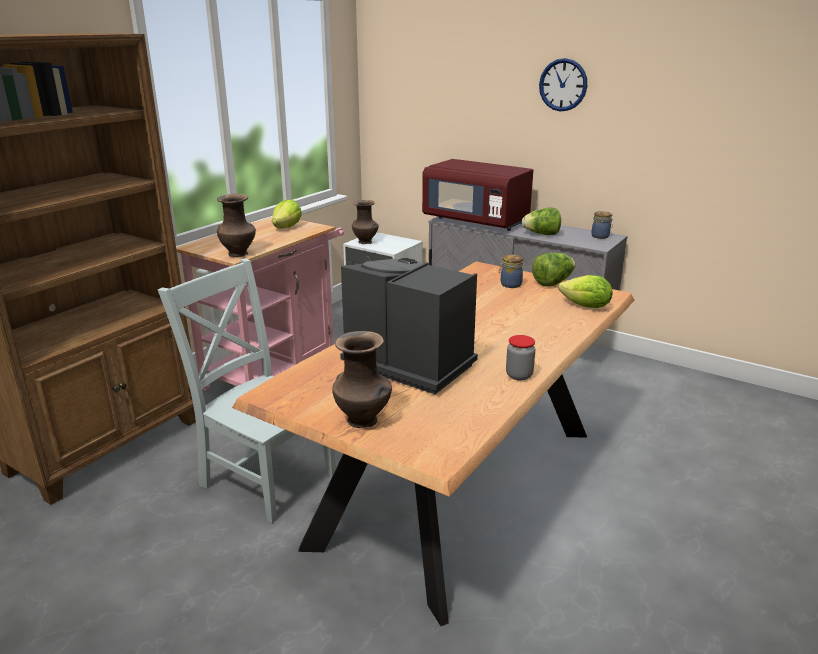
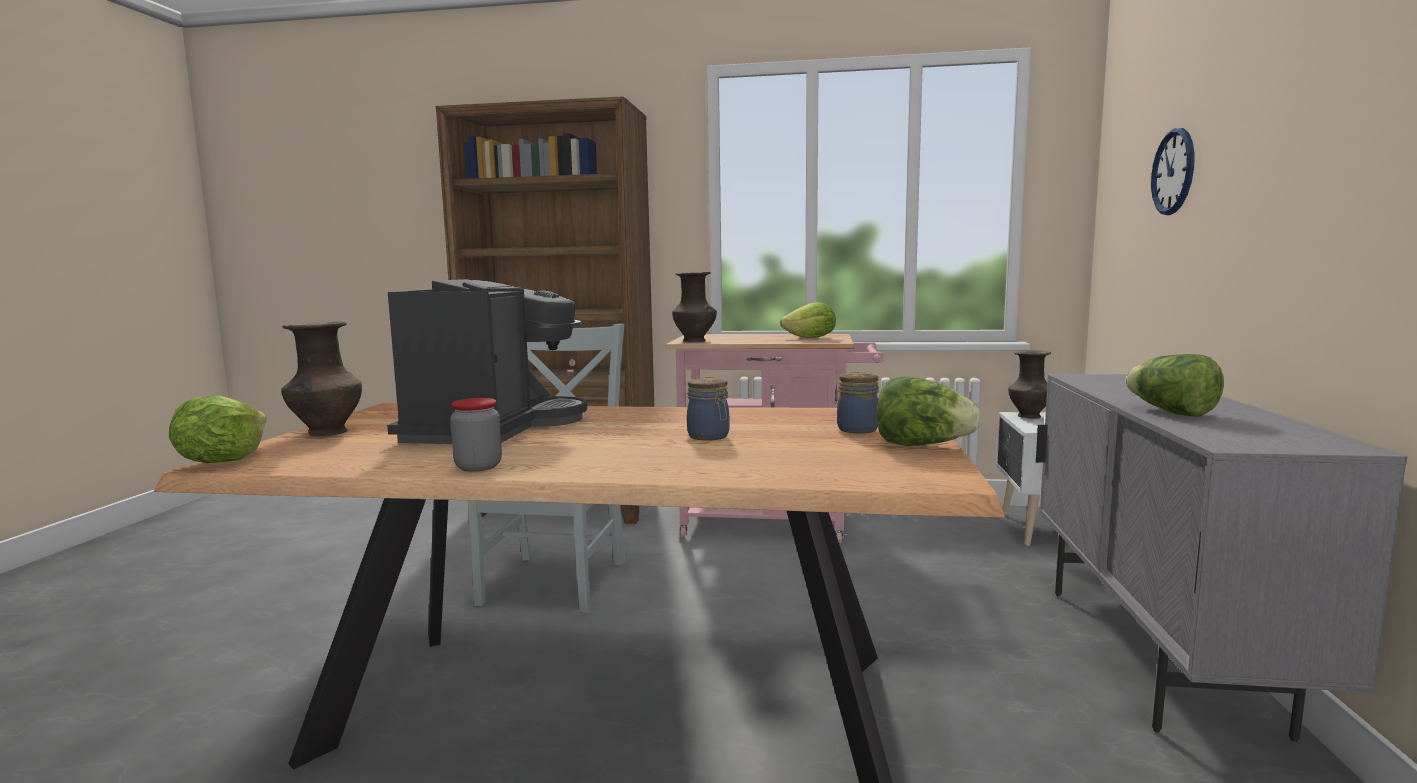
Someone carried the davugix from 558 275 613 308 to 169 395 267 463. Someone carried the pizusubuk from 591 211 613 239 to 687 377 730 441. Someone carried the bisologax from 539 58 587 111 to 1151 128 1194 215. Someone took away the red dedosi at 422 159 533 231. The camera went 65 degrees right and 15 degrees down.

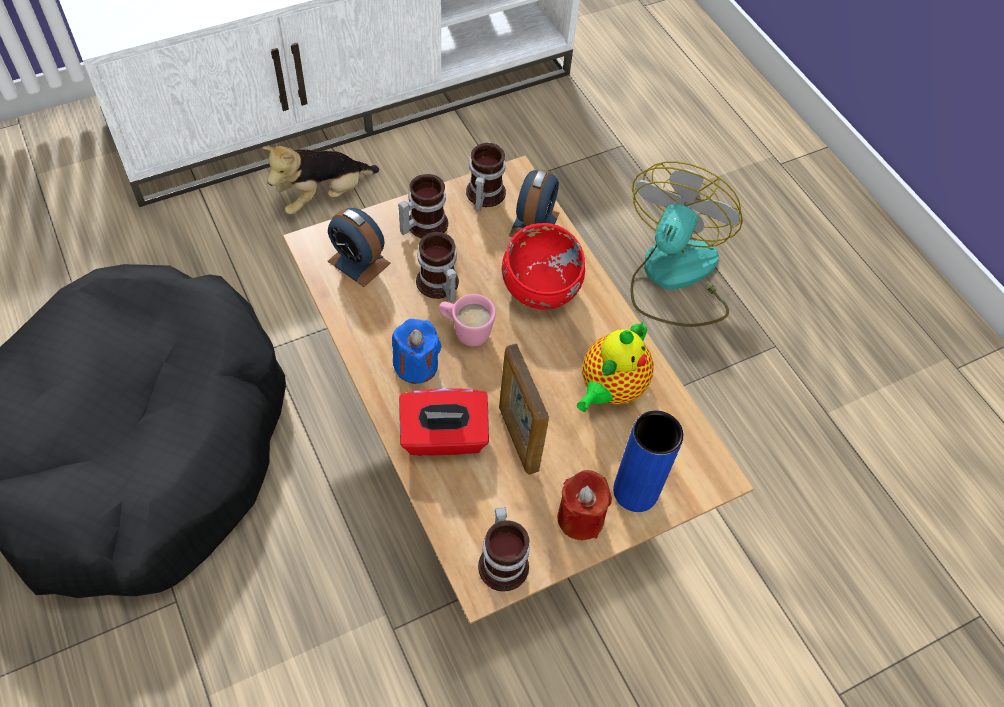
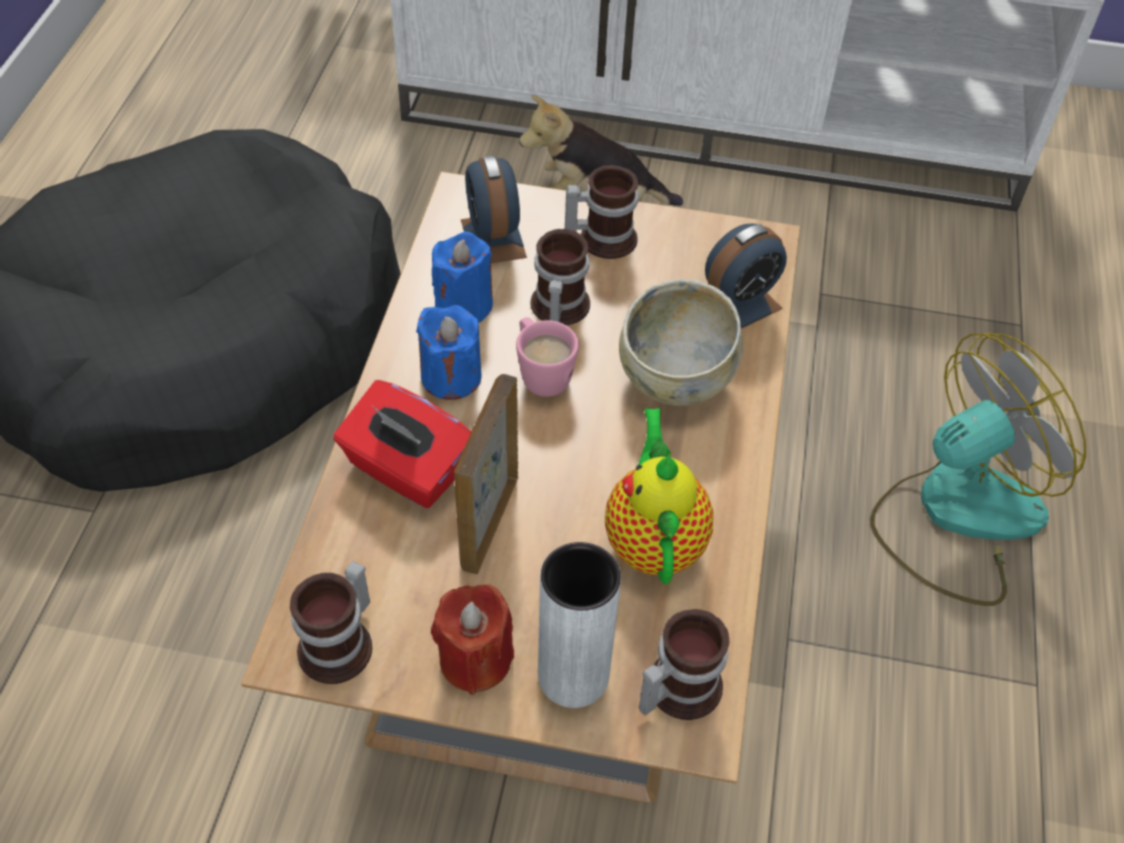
Someone put down the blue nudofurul at 432 232 493 322. Someone repainted the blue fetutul at 613 410 684 512, which became the grey fetutul at 538 542 621 708. Someone rotated the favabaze at 577 321 654 412 by 105 degrees clockwise. Someone repainted the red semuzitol at 502 223 585 310, which became the beige semuzitol at 619 279 743 406. Someone carried the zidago from 466 143 506 211 to 638 609 729 720. The camera went 40 degrees right and 5 degrees down.

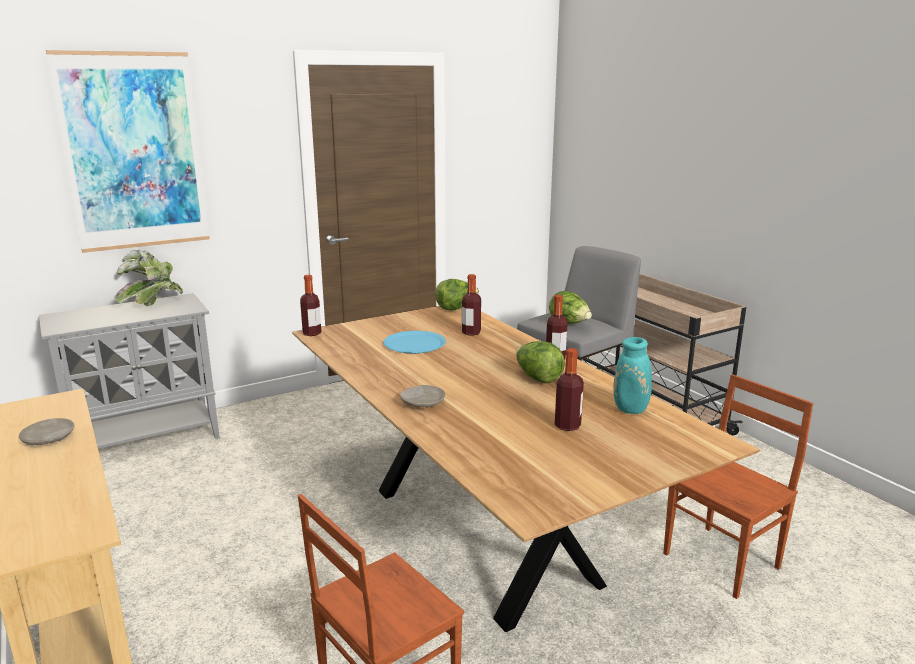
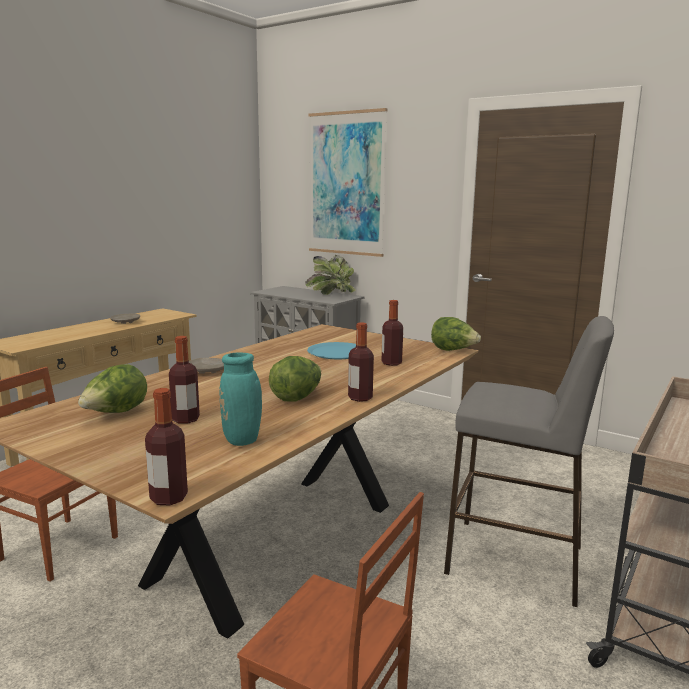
Someone carried the davugix from 549 291 592 324 to 78 364 147 413. Someone carried the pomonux from 300 275 321 336 to 145 388 188 505. The camera went 65 degrees right and 5 degrees down.

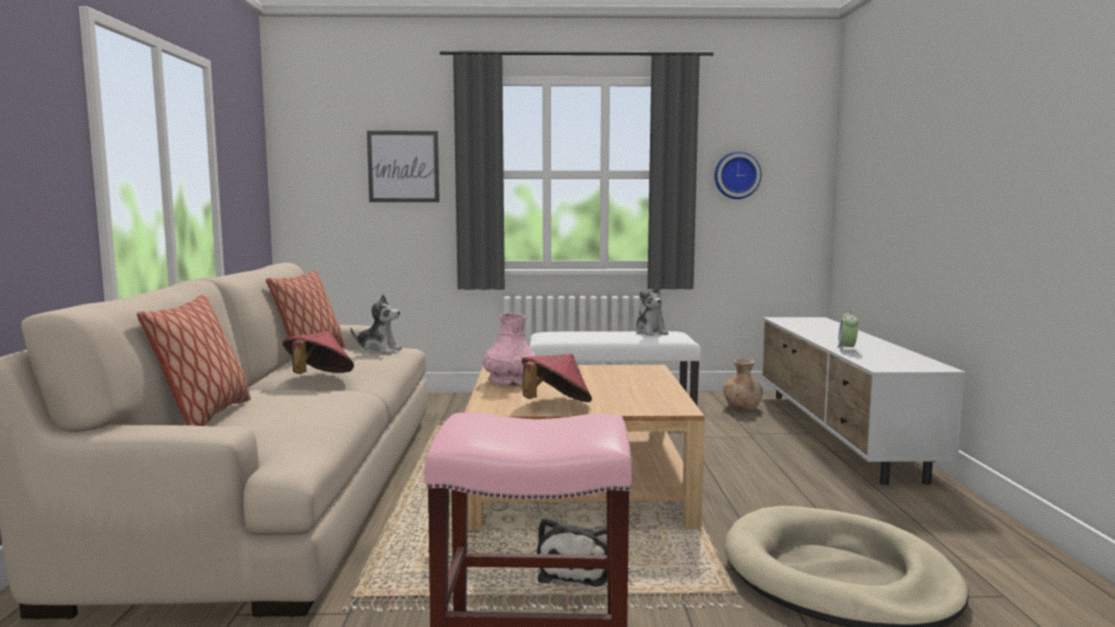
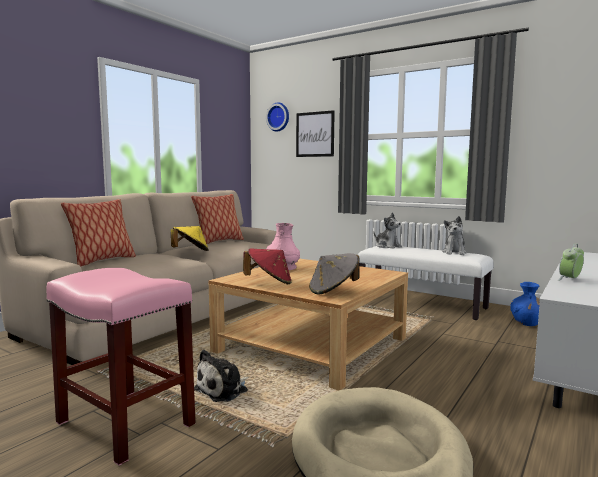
Someone repainted the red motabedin at 282 331 354 374, which became the yellow motabedin at 171 226 209 251. Someone carried the bisologax from 715 151 761 199 to 266 102 289 132. Someone put down the grey motabedin at 309 253 359 294. Someone carried the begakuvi from 351 294 402 354 to 374 212 402 249. Someone repainted the brown fetutul at 723 358 763 411, which became the blue fetutul at 510 282 540 326. The camera went 35 degrees right and 0 degrees up.

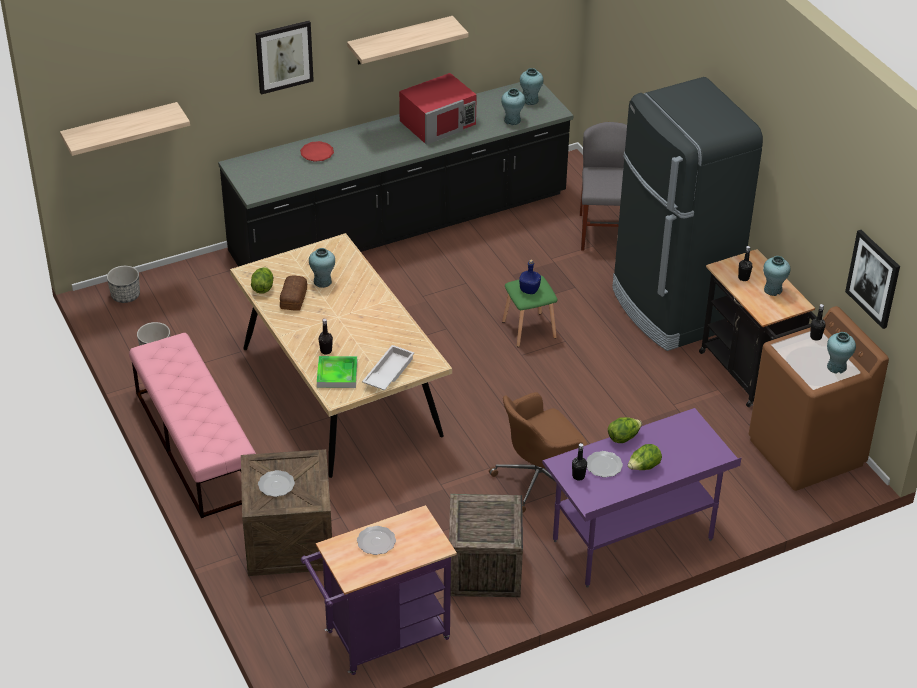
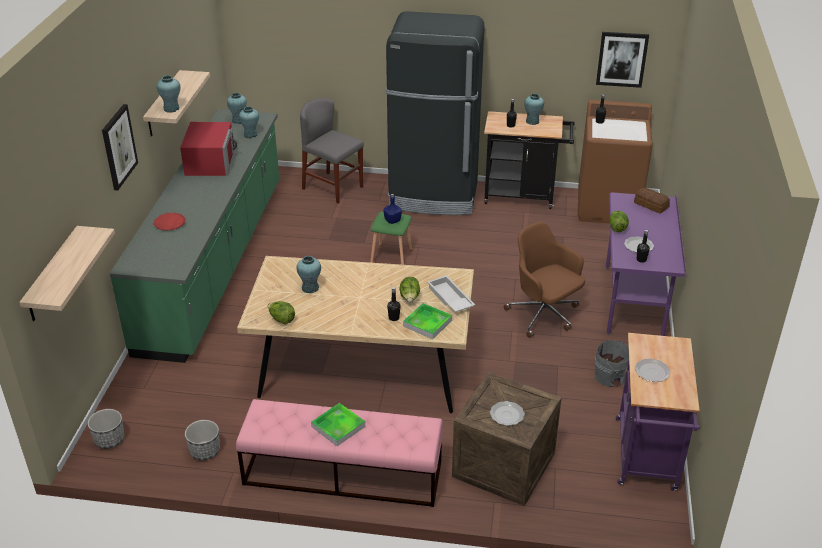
Someone repainted the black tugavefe at 218 82 574 267, which became the green tugavefe at 109 109 279 363. Someone carried the turquoise fetutul from 827 332 856 374 to 157 75 181 113. Someone put down the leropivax at 311 403 365 446. Someone carried the davugix from 628 444 662 470 to 399 277 420 302. Someone rotated the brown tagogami at 489 392 588 513 by 135 degrees clockwise. Someone swapped the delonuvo at 449 494 523 597 for the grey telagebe at 595 340 629 387. Someone carried the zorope from 280 276 307 311 to 634 188 670 214. The camera went 55 degrees left and 5 degrees down.

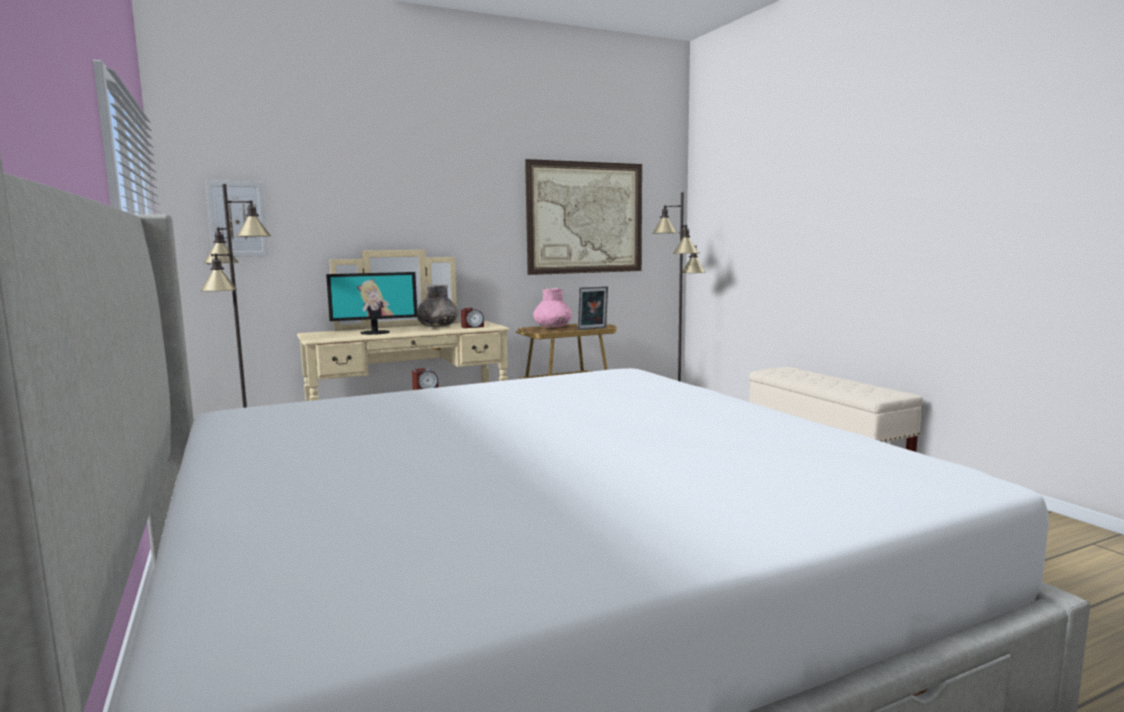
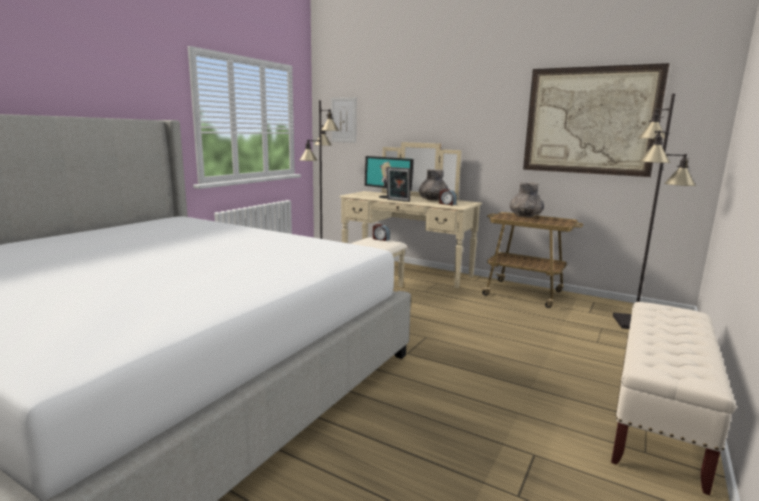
Someone carried the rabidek from 577 286 608 330 to 387 167 410 202. Someone repainted the pink fetutul at 533 288 572 328, which became the grey fetutul at 510 182 544 217. The camera went 55 degrees right and 5 degrees up.

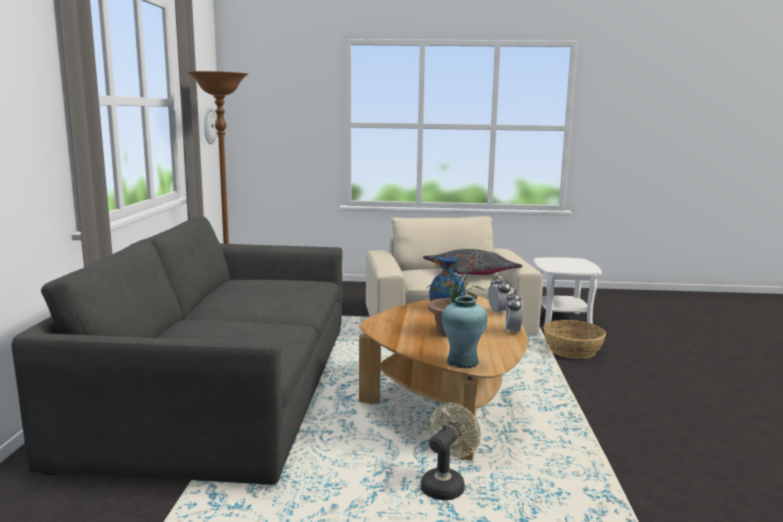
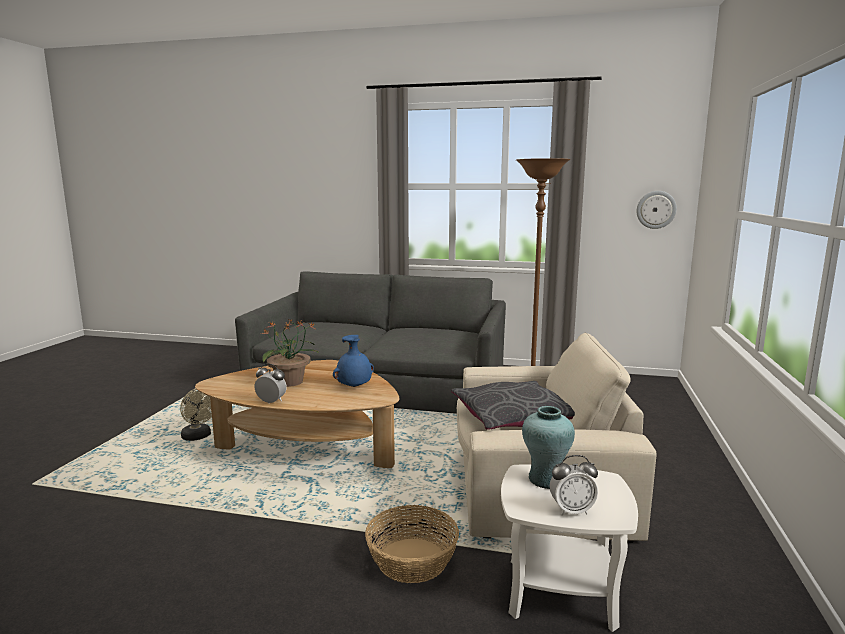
Someone carried the turquoise fetutul from 442 296 488 368 to 522 406 575 489. Someone carried the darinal from 488 274 511 313 to 550 455 598 515. The camera went 100 degrees right and 0 degrees up.

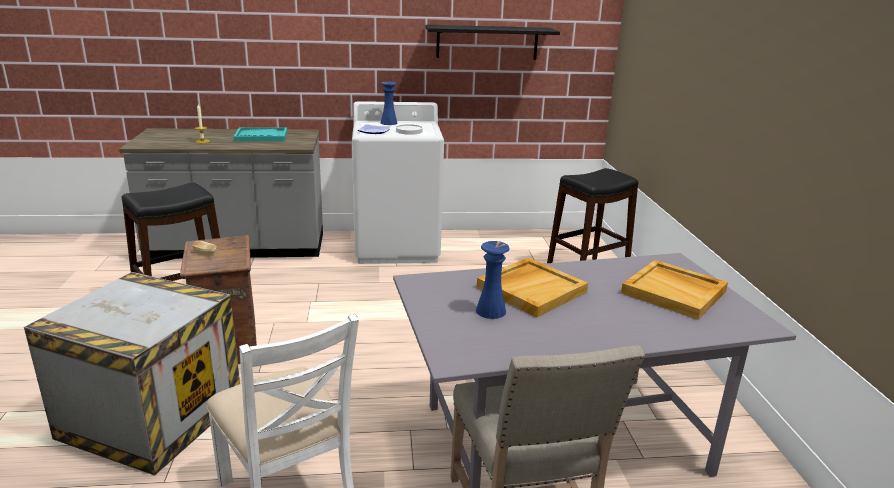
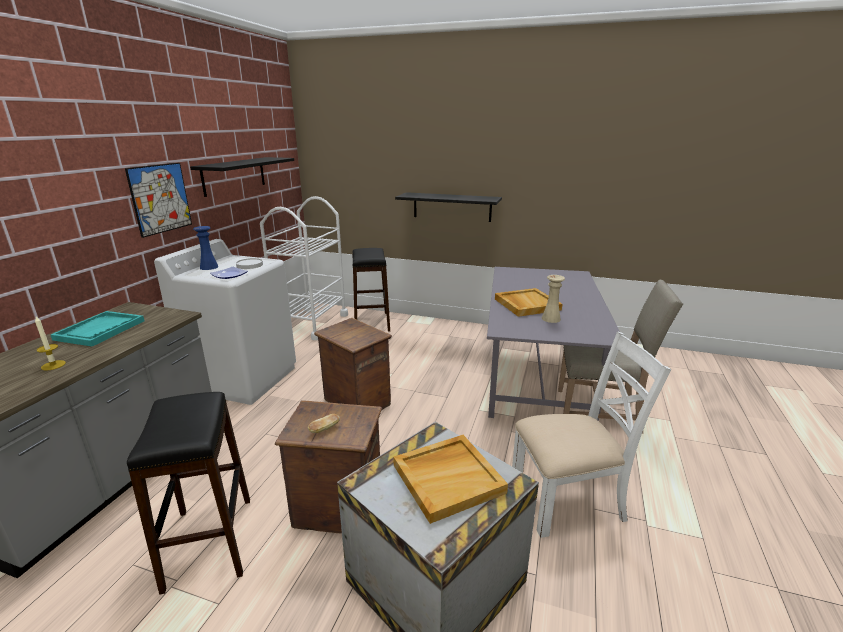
Someone put up the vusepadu at 125 163 192 238. Someone put down the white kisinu at 260 196 348 340. Someone put down the delonuvo at 314 318 392 410. Someone carried the beige leropivax from 621 260 728 320 to 393 435 508 524. Someone put up the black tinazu at 395 192 502 222. Someone repainted the blue fetutul at 476 241 510 319, which became the beige fetutul at 542 275 565 323. The camera went 65 degrees left and 0 degrees up.

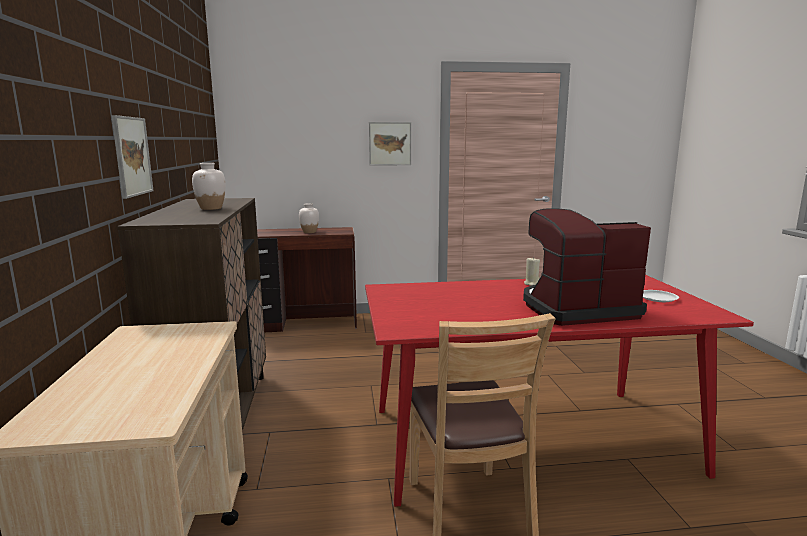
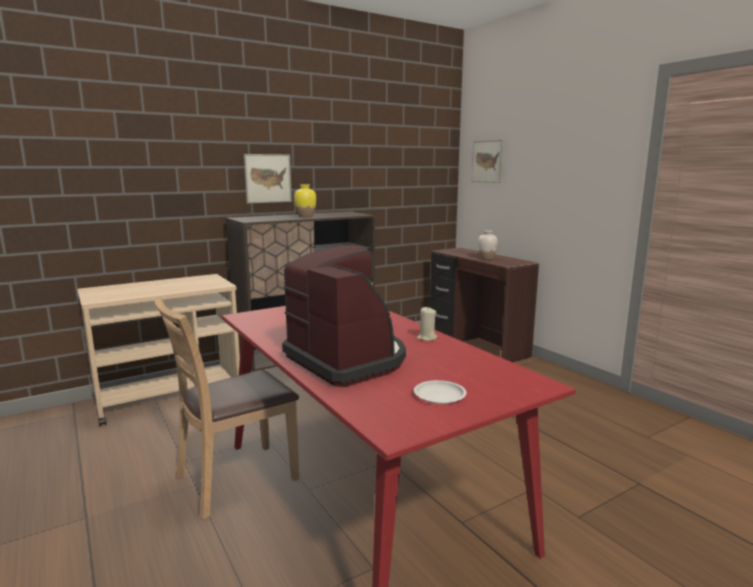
Someone repainted the white fetutul at 192 163 226 210, which became the yellow fetutul at 294 185 316 217. Someone carried the vusepadu from 369 122 411 166 to 472 140 504 183. The camera went 65 degrees right and 0 degrees up.

